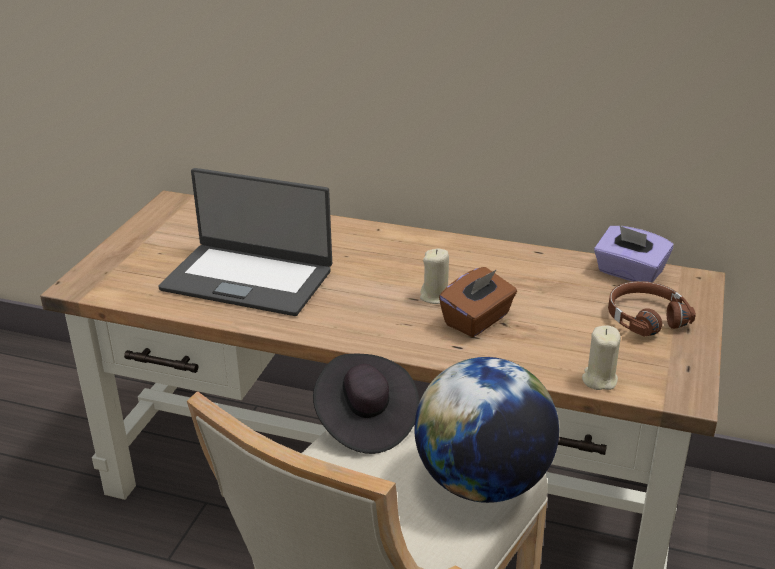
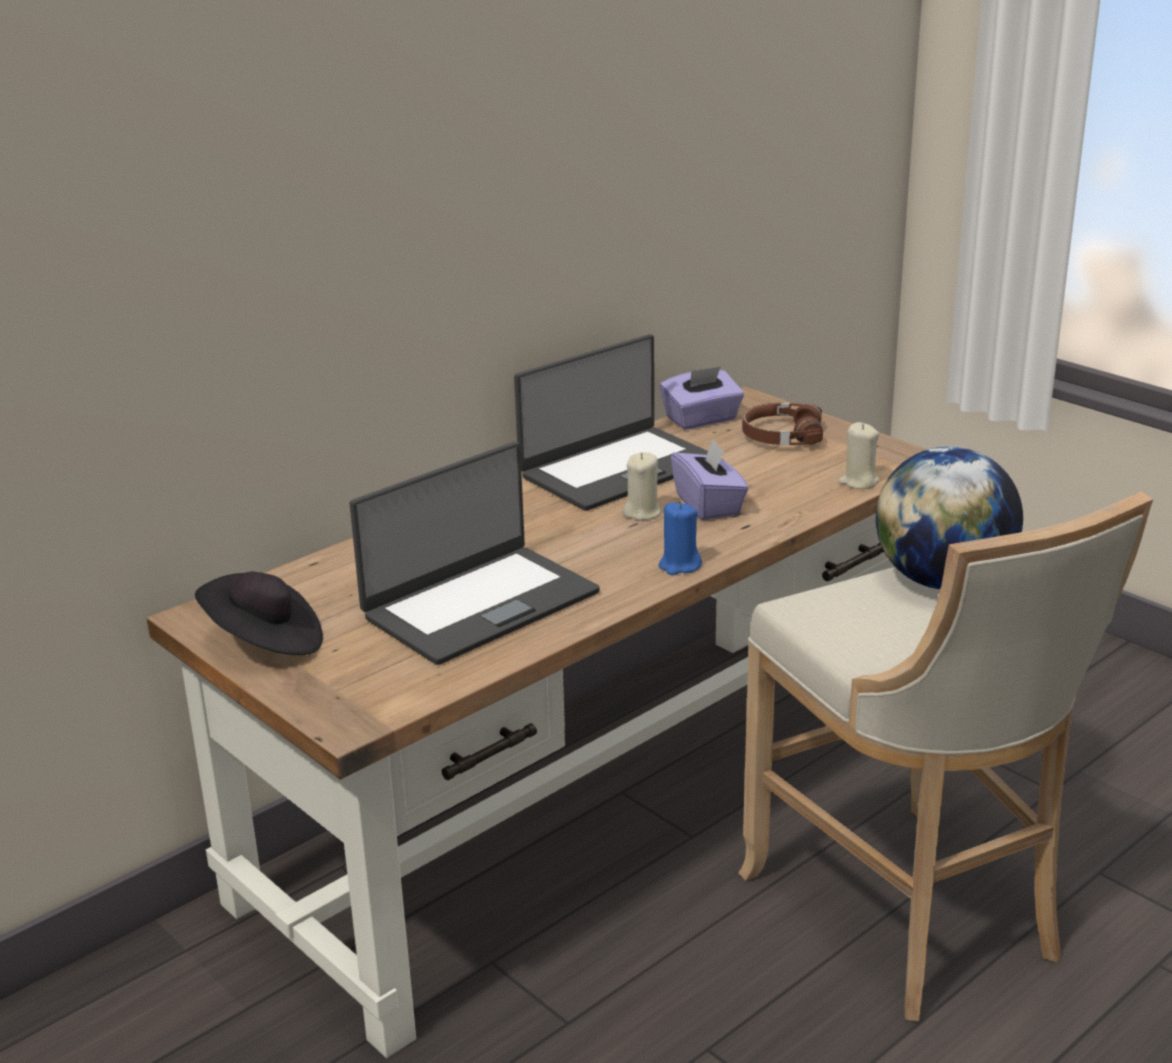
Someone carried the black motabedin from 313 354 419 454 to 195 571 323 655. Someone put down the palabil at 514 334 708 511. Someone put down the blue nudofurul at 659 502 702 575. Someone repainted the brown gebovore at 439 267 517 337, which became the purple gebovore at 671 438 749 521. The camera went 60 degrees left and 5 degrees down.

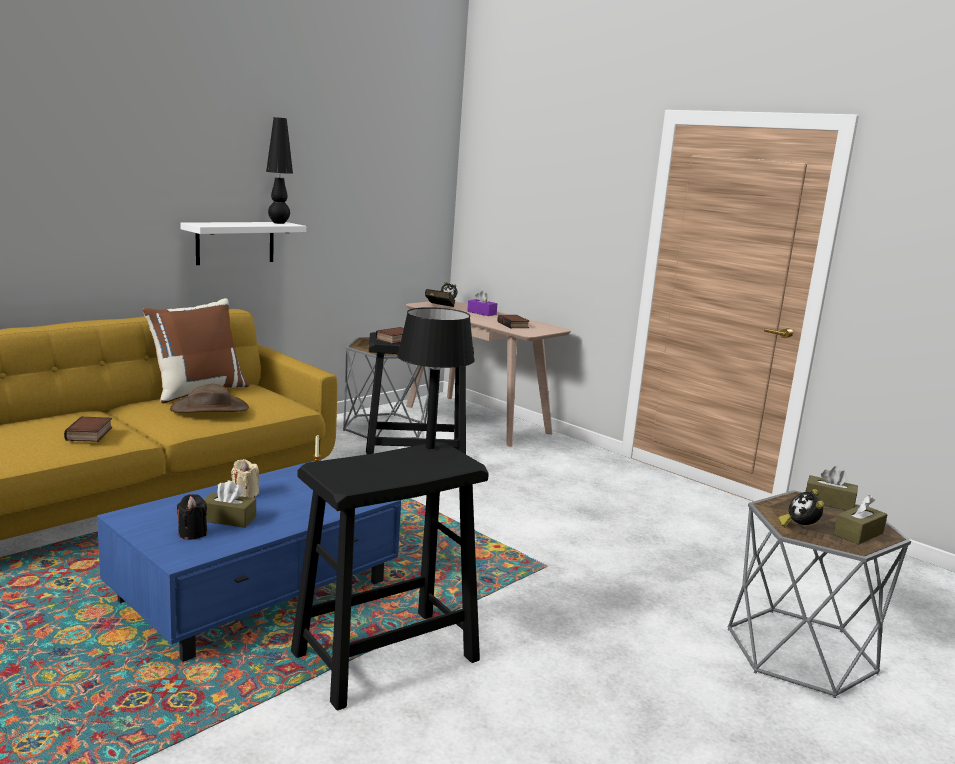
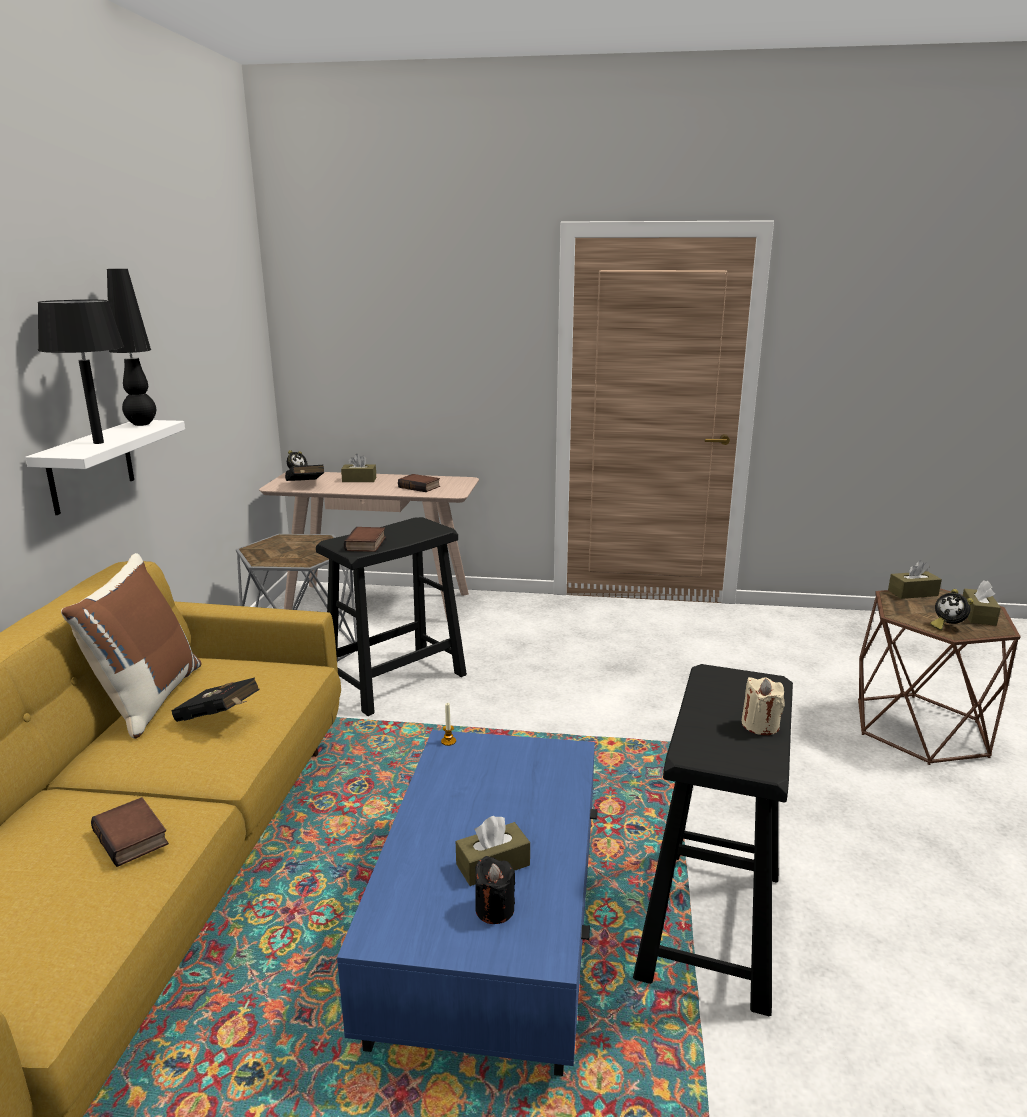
Someone carried the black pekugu from 397 307 475 449 to 37 300 124 444. Someone swapped the brown motabedin at 170 384 249 413 for the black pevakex at 171 677 260 722. Someone repainted the purple gebovore at 467 291 497 316, which became the brown gebovore at 341 454 376 482. Someone carried the beige nudofurul from 231 459 259 498 to 742 677 785 735. Someone repainted the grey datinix at 727 490 911 698, which became the brown datinix at 858 588 1021 765. The camera went 35 degrees left and 5 degrees up.

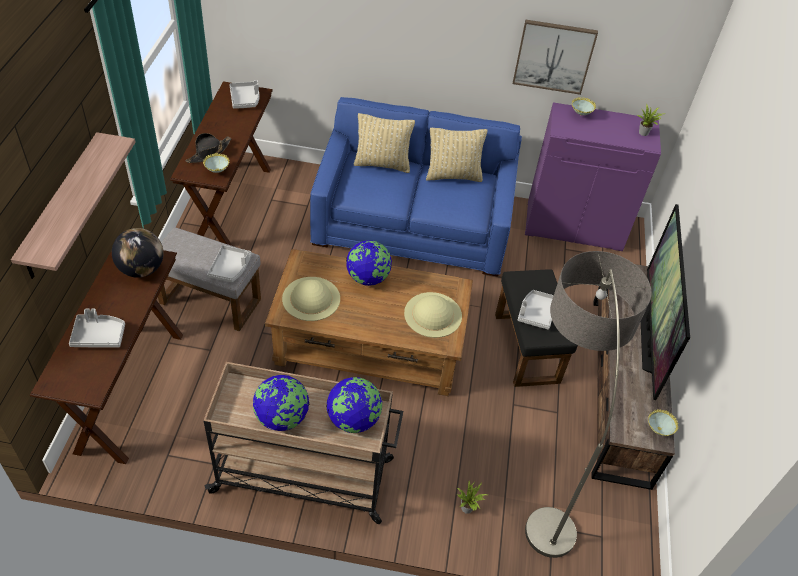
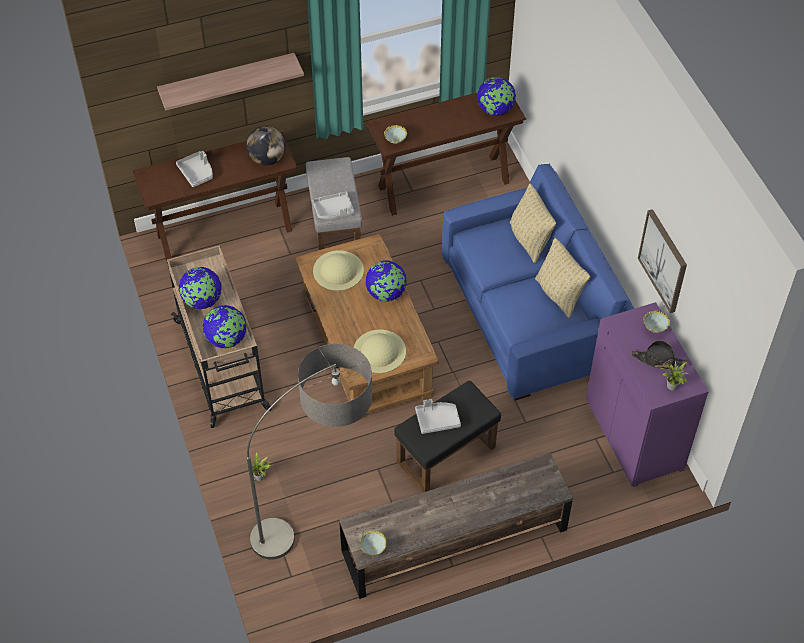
Someone swapped the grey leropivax at 230 80 259 109 for the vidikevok at 477 77 516 116. Someone carried the black motabedin from 186 133 231 163 to 631 340 688 369. Someone took away the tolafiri at 641 204 690 400. The camera went 65 degrees right and 5 degrees up.

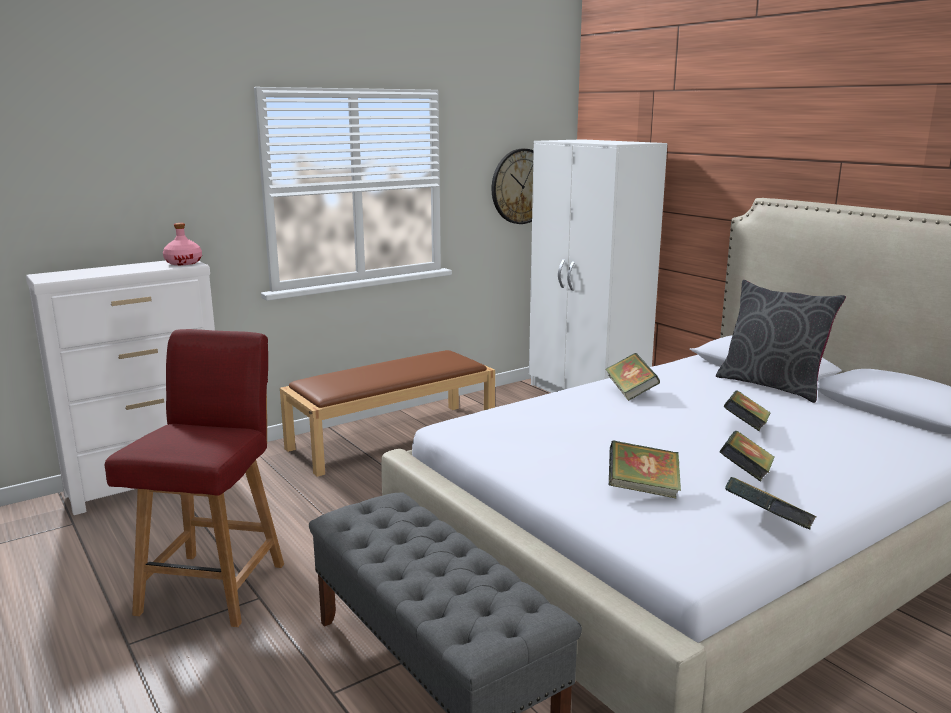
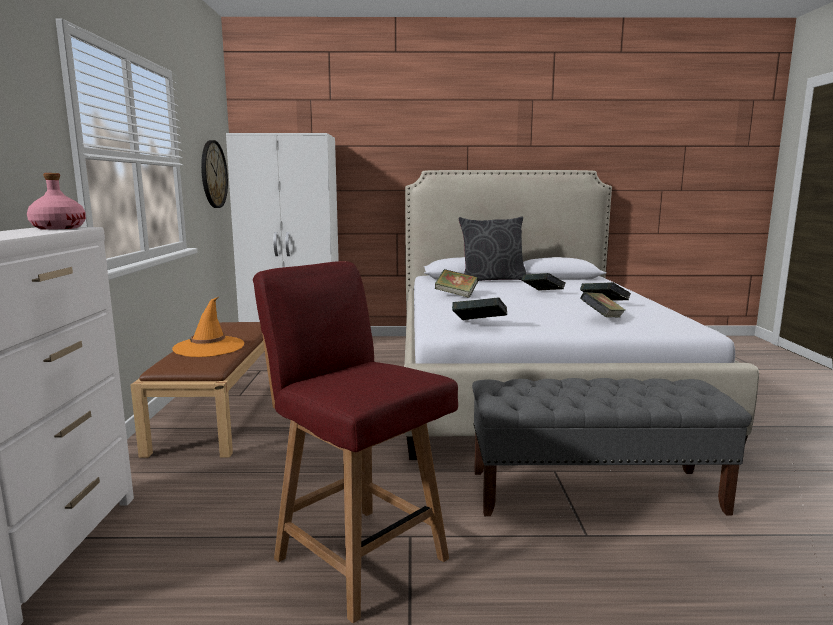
Someone put down the orange motabedin at 172 297 244 357. Someone carried the pevakex from 725 477 816 529 to 452 297 507 320. The camera went 55 degrees left and 5 degrees down.

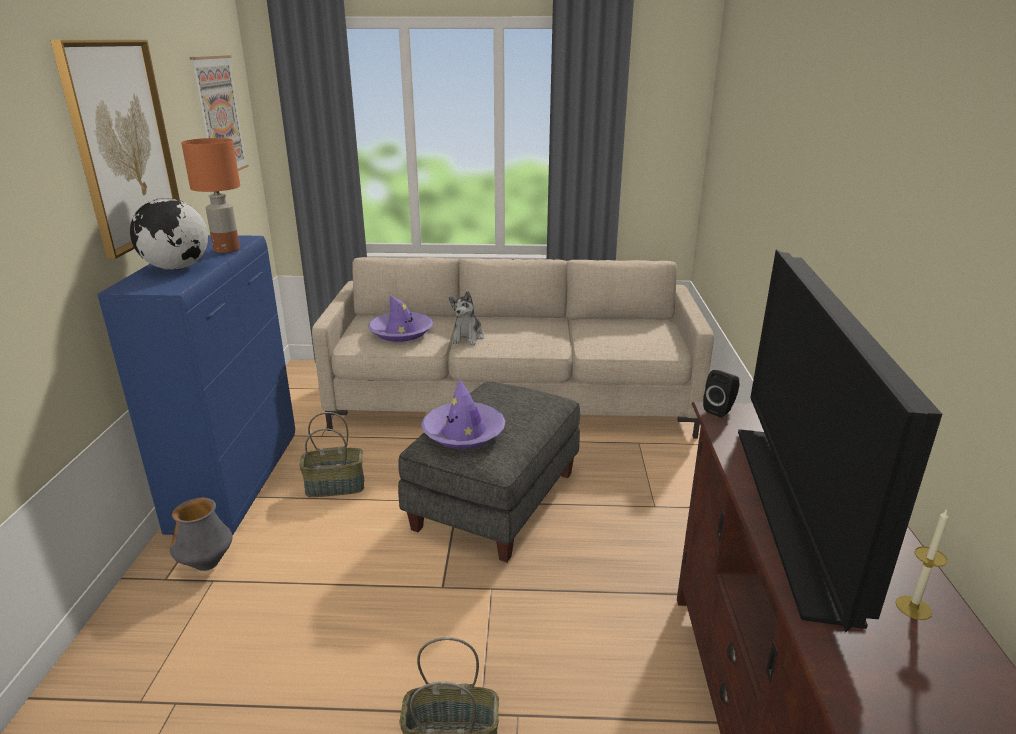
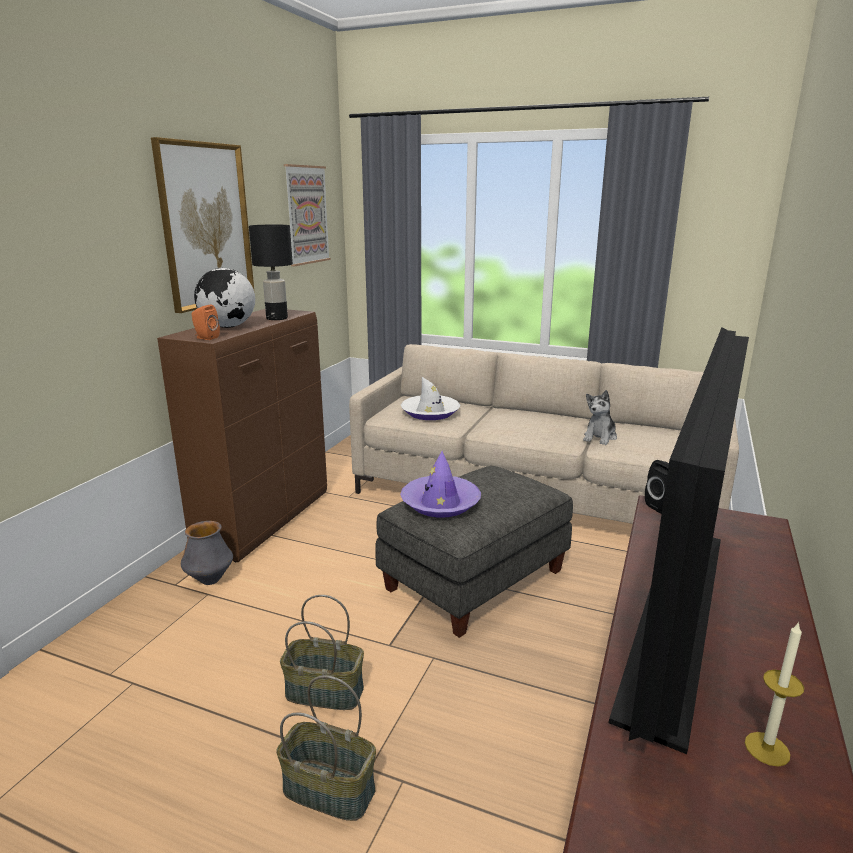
Someone repainted the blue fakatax at 97 235 295 536, which became the brown fakatax at 157 309 327 562. Someone put down the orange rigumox at 192 304 220 340. Someone repainted the orange pekugu at 181 138 240 253, which became the black pekugu at 249 225 293 320. Someone carried the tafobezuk from 299 412 364 497 to 280 595 364 710. Someone repainted the purple motabedin at 368 295 433 342, which became the white motabedin at 401 377 460 420. Someone carried the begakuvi from 449 291 484 345 to 583 390 617 445. The camera went 20 degrees right and 5 degrees down.

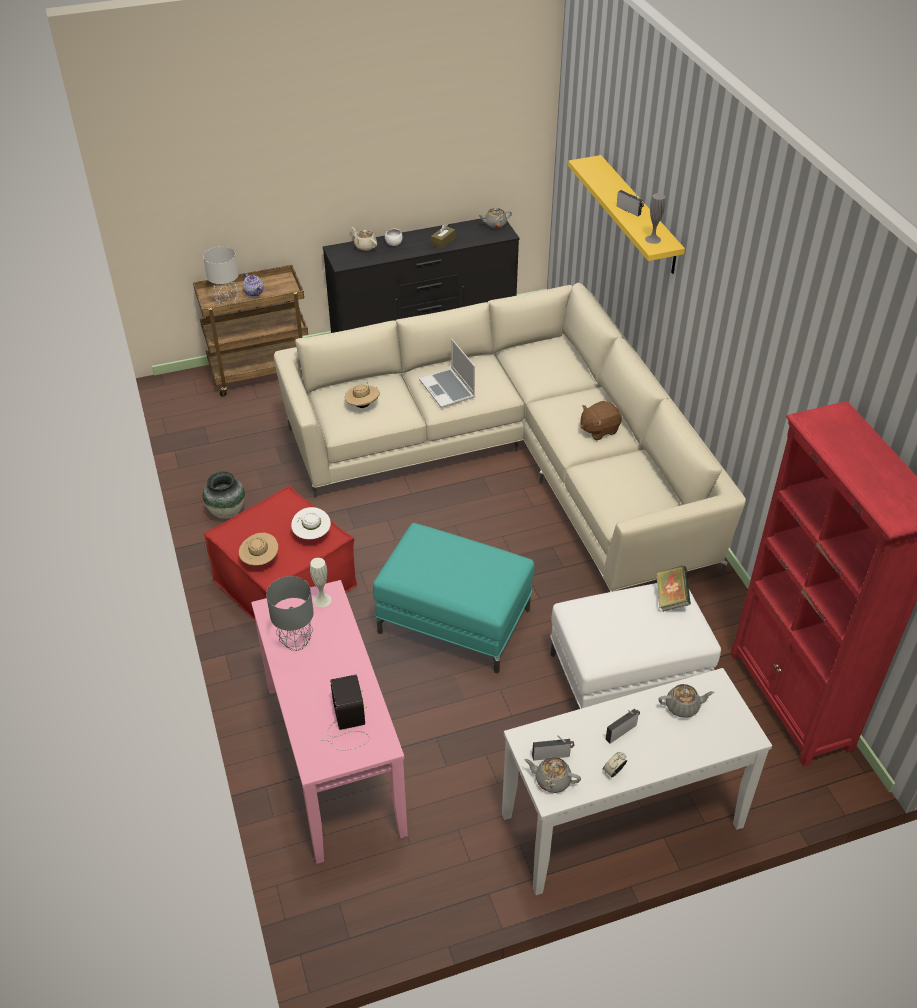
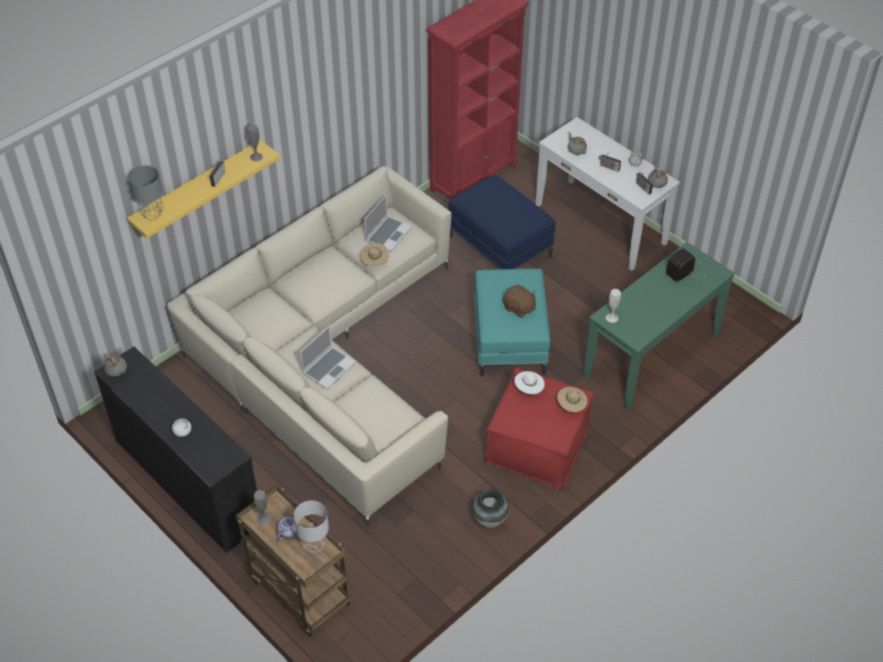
Someone carried the grey pekugu from 266 576 314 651 to 128 166 163 220. Someone put down the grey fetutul at 254 490 271 525. Someone carried the beige motabedin from 345 381 380 408 to 361 243 389 266. Someone put down the palabil at 364 195 412 252. Someone repainted the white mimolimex at 550 583 721 709, which became the blue mimolimex at 448 174 556 269. Someone carried the brown begakuvi from 580 401 622 440 to 503 285 536 318. Someone repainted the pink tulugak at 251 580 408 864, which became the green tulugak at 583 242 735 411. Someone took away the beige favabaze at 352 227 377 251. Someone took away the brown gebovore at 431 224 455 249. Someone took away the pevakex at 656 566 691 612. The camera went 115 degrees left and 5 degrees up.

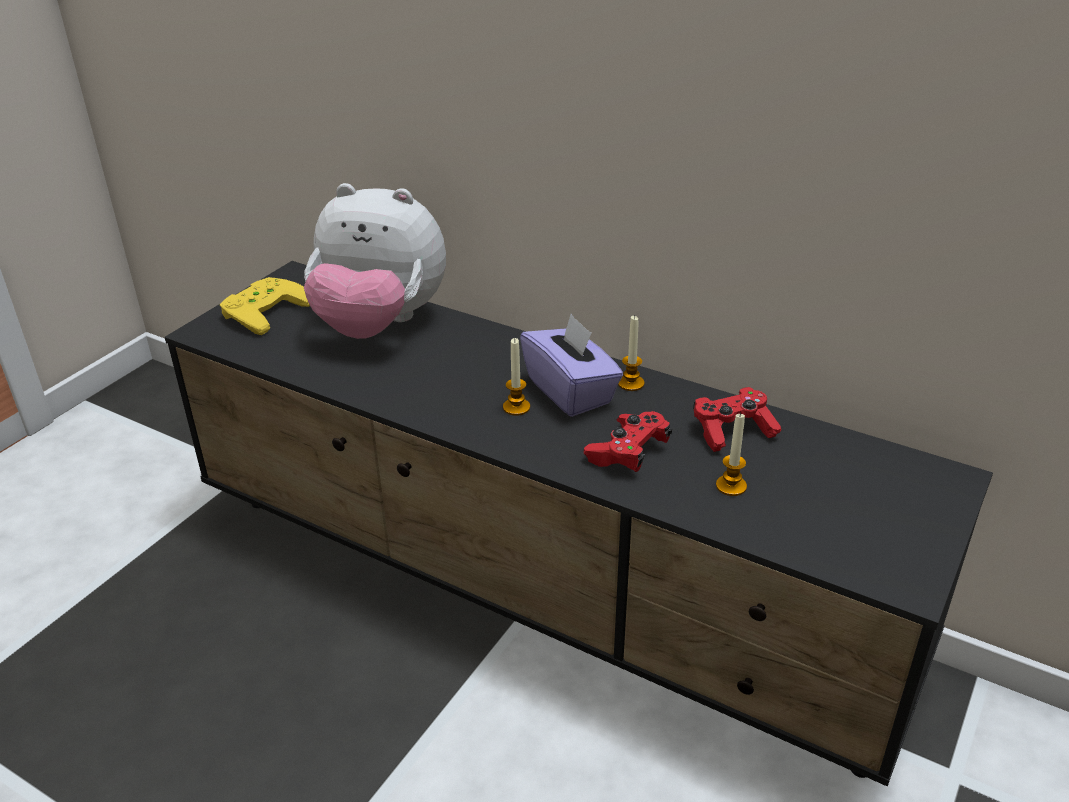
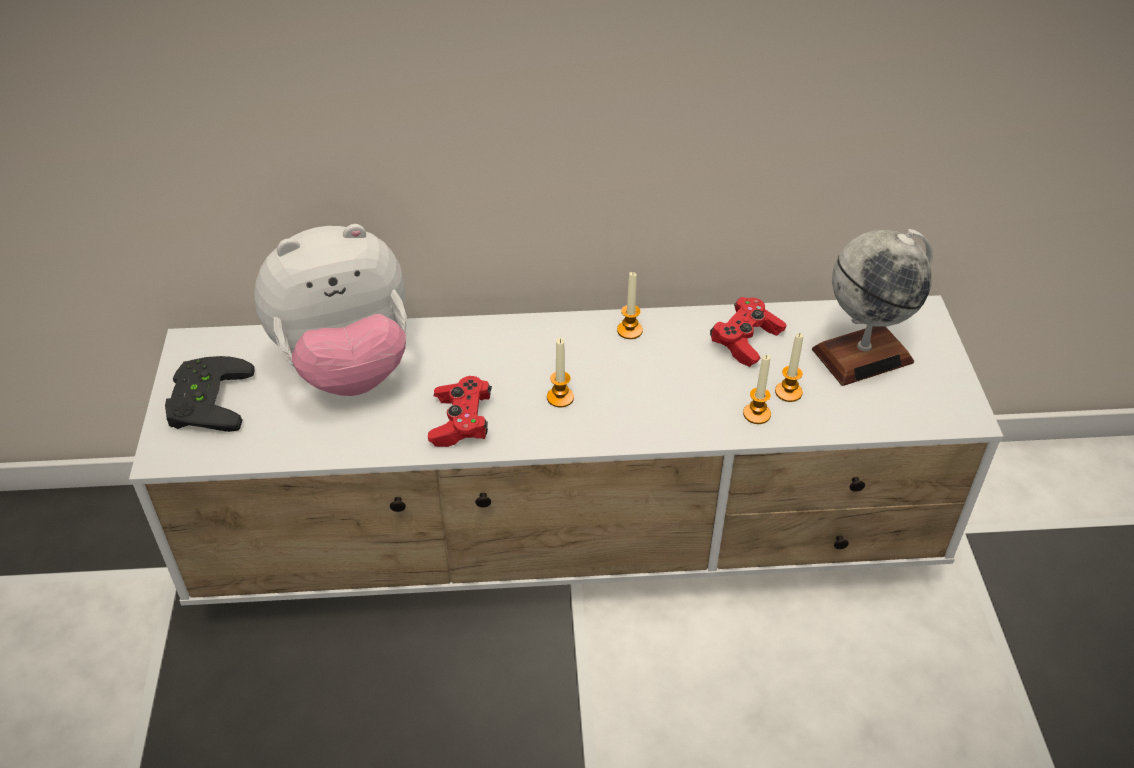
Someone repainted the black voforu at 165 261 993 786, which became the white voforu at 129 295 1004 606. Someone repainted the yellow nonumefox at 220 277 310 335, which became the black nonumefox at 165 356 255 432. Someone carried the red nonumefox from 584 411 672 472 to 428 376 492 447. Someone put down the nudofurul at 743 355 771 424. Someone put down the vidikevok at 812 229 933 386. Someone took away the purple gebovore at 520 314 623 417. The camera went 35 degrees left and 10 degrees up.

